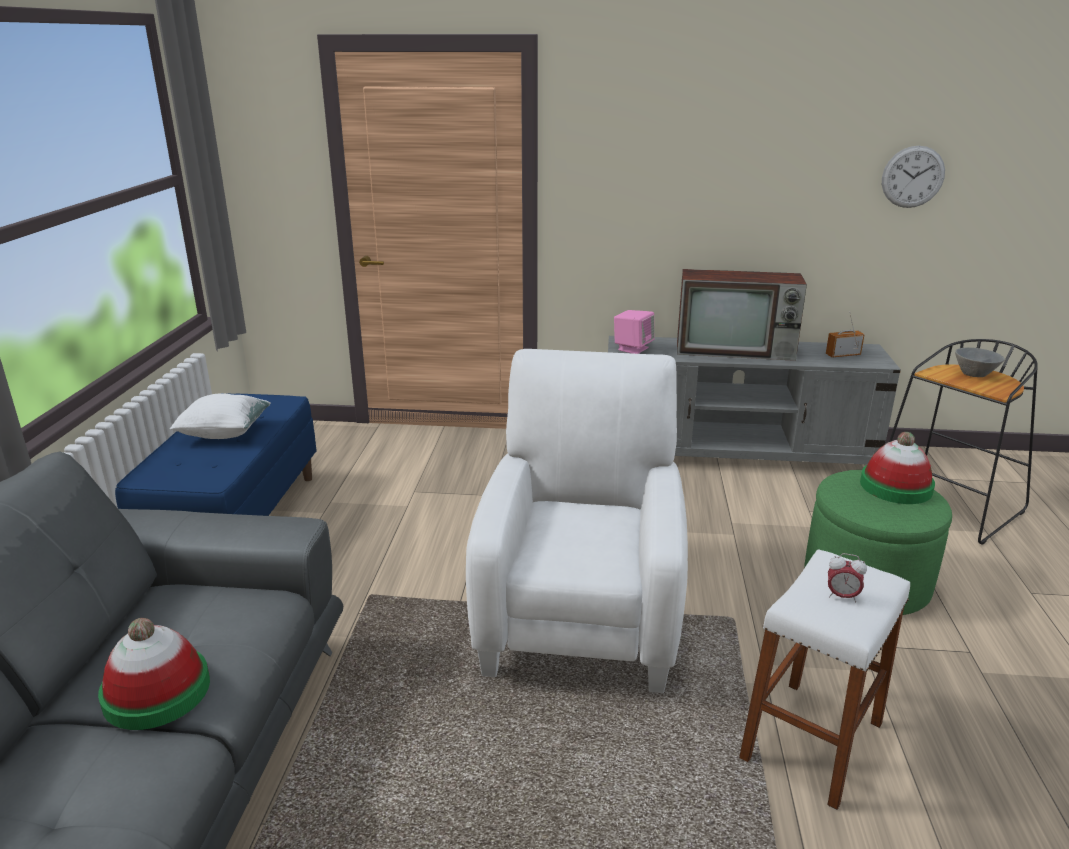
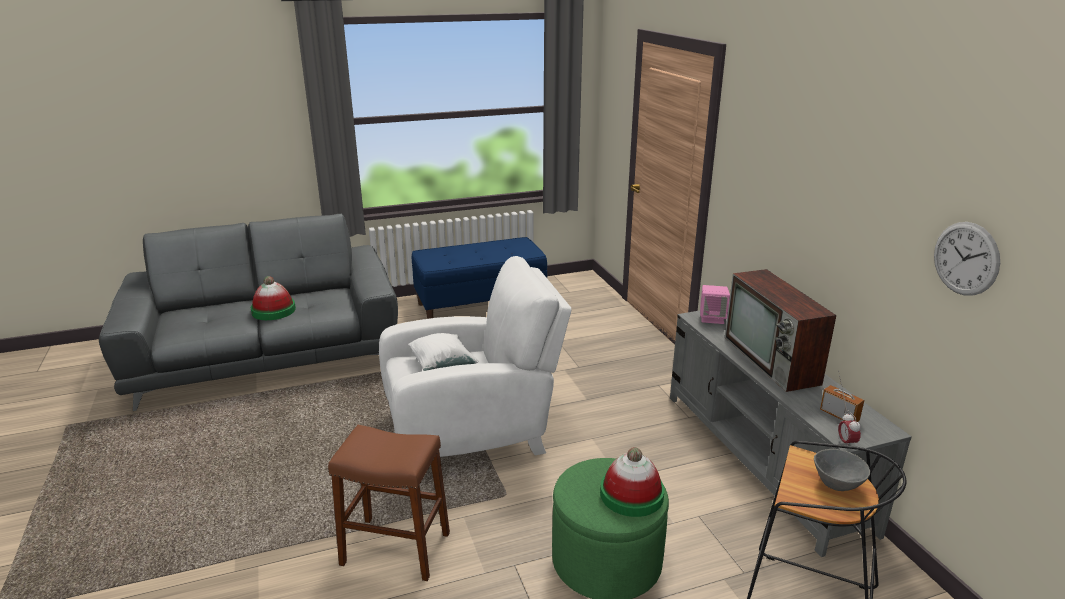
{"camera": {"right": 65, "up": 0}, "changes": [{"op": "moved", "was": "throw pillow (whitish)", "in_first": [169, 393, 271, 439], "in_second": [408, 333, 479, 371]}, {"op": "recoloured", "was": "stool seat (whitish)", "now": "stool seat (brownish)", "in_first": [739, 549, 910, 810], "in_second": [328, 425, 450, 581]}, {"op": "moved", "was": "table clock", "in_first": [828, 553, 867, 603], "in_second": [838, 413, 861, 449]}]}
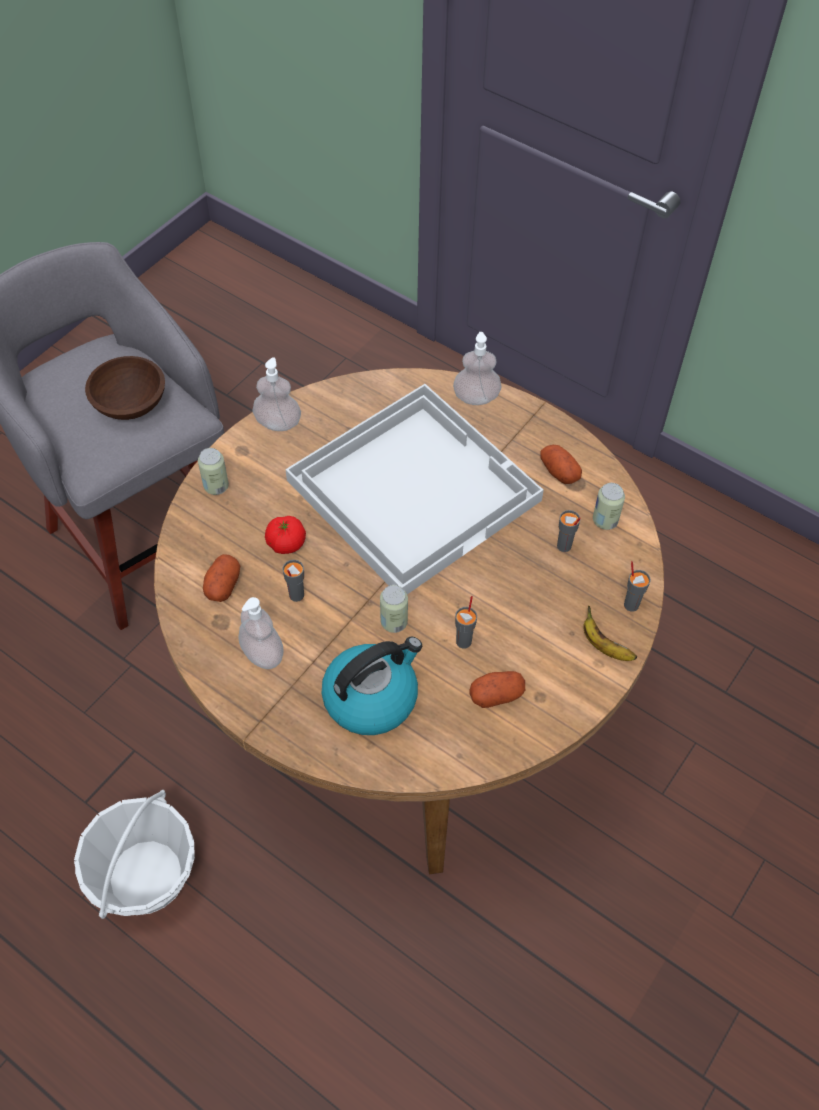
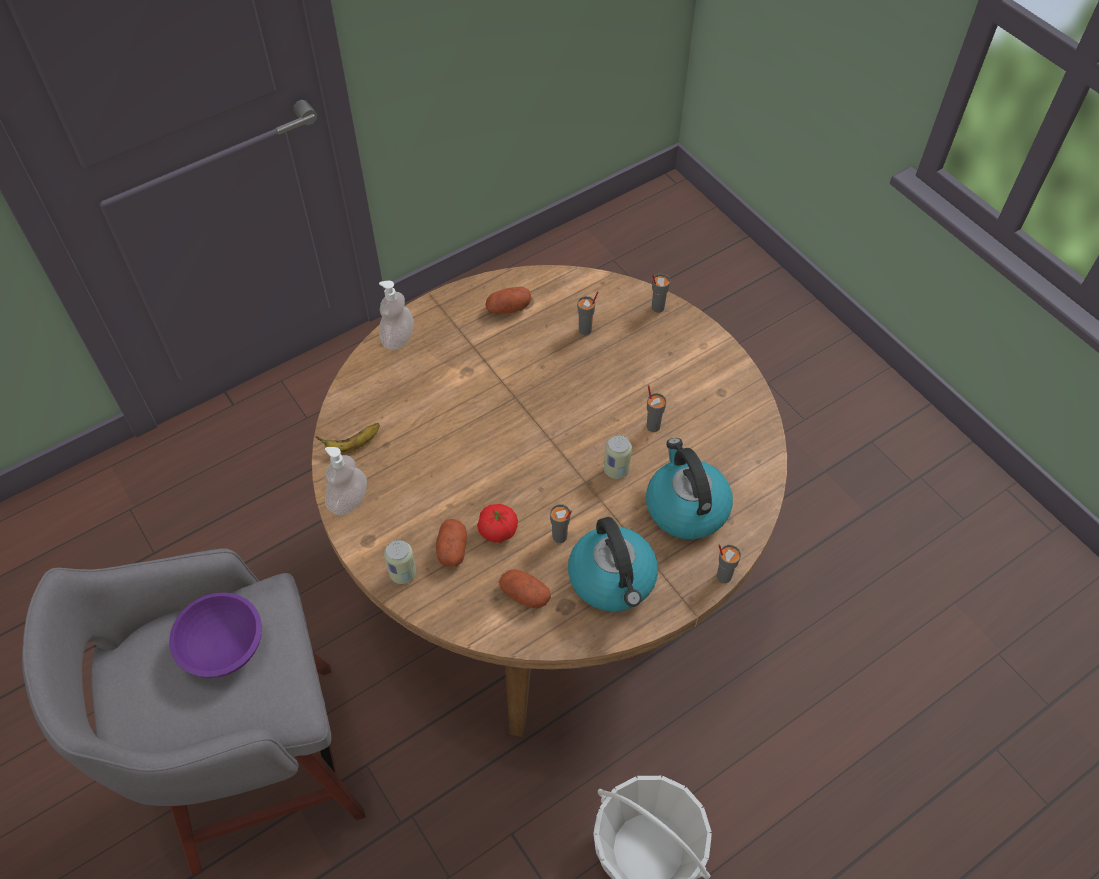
{"camera": {"right": -70, "up": 0}, "changes": [{"op": "recoloured", "was": "serving bowl (brownish)", "now": "serving bowl (purple-coloured)", "in_first": [85, 356, 165, 420], "in_second": [169, 592, 262, 678]}, {"op": "replaced", "was": "soap bottle", "now": "water kettle", "in_first": [238, 597, 284, 669], "in_second": [568, 517, 658, 612]}, {"op": "removed", "was": "tray (whitish)", "in_first": [285, 384, 544, 594]}, {"op": "moved", "was": "potato", "in_first": [469, 671, 525, 708], "in_second": [436, 519, 467, 567]}, {"op": "moved", "was": "banana fruit", "in_first": [583, 605, 637, 661], "in_second": [316, 423, 380, 454]}, {"op": "removed", "was": "sealed can", "in_first": [593, 483, 625, 530]}, {"op": "added", "now": "drinking cup (grey)", "in_second": [717, 544, 741, 583]}]}
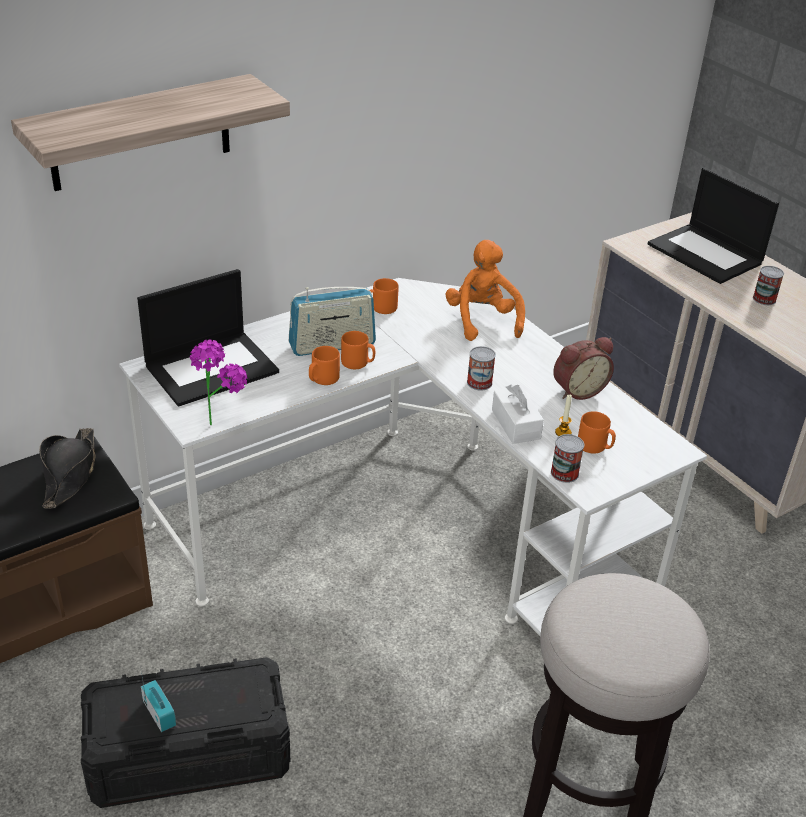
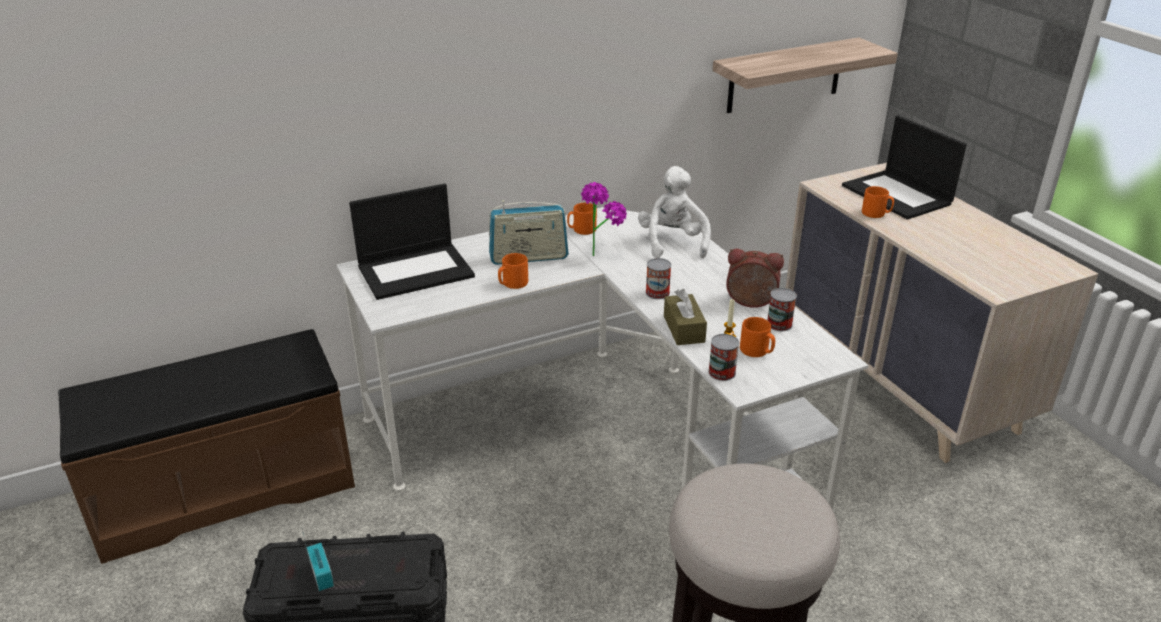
{"camera": {"right": 10, "up": -5}, "changes": [{"op": "moved", "was": "bracket shelf", "in_first": [11, 74, 290, 191], "in_second": [713, 37, 898, 113]}, {"op": "removed", "was": "hat (black-coloured)", "in_first": [39, 428, 96, 509]}, {"op": "moved", "was": "houseplant", "in_first": [190, 340, 248, 425], "in_second": [581, 182, 627, 256]}, {"op": "moved", "was": "coffee mug (orange-coloured)", "in_first": [341, 331, 375, 369], "in_second": [862, 186, 894, 218]}, {"op": "recoloured", "was": "soft toy (orange-coloured)", "now": "soft toy (whitish)", "in_first": [445, 240, 525, 341], "in_second": [638, 166, 711, 258]}, {"op": "recoloured", "was": "box of tissues (whitish)", "now": "box of tissues (brownish)", "in_first": [492, 385, 544, 444], "in_second": [664, 289, 707, 345]}, {"op": "turned", "was": "table clock", "in_first": [553, 337, 614, 400], "in_second": [726, 249, 784, 308], "clockwise": -150}, {"op": "moved", "was": "sealed can", "in_first": [753, 266, 784, 305], "in_second": [767, 288, 797, 331]}]}
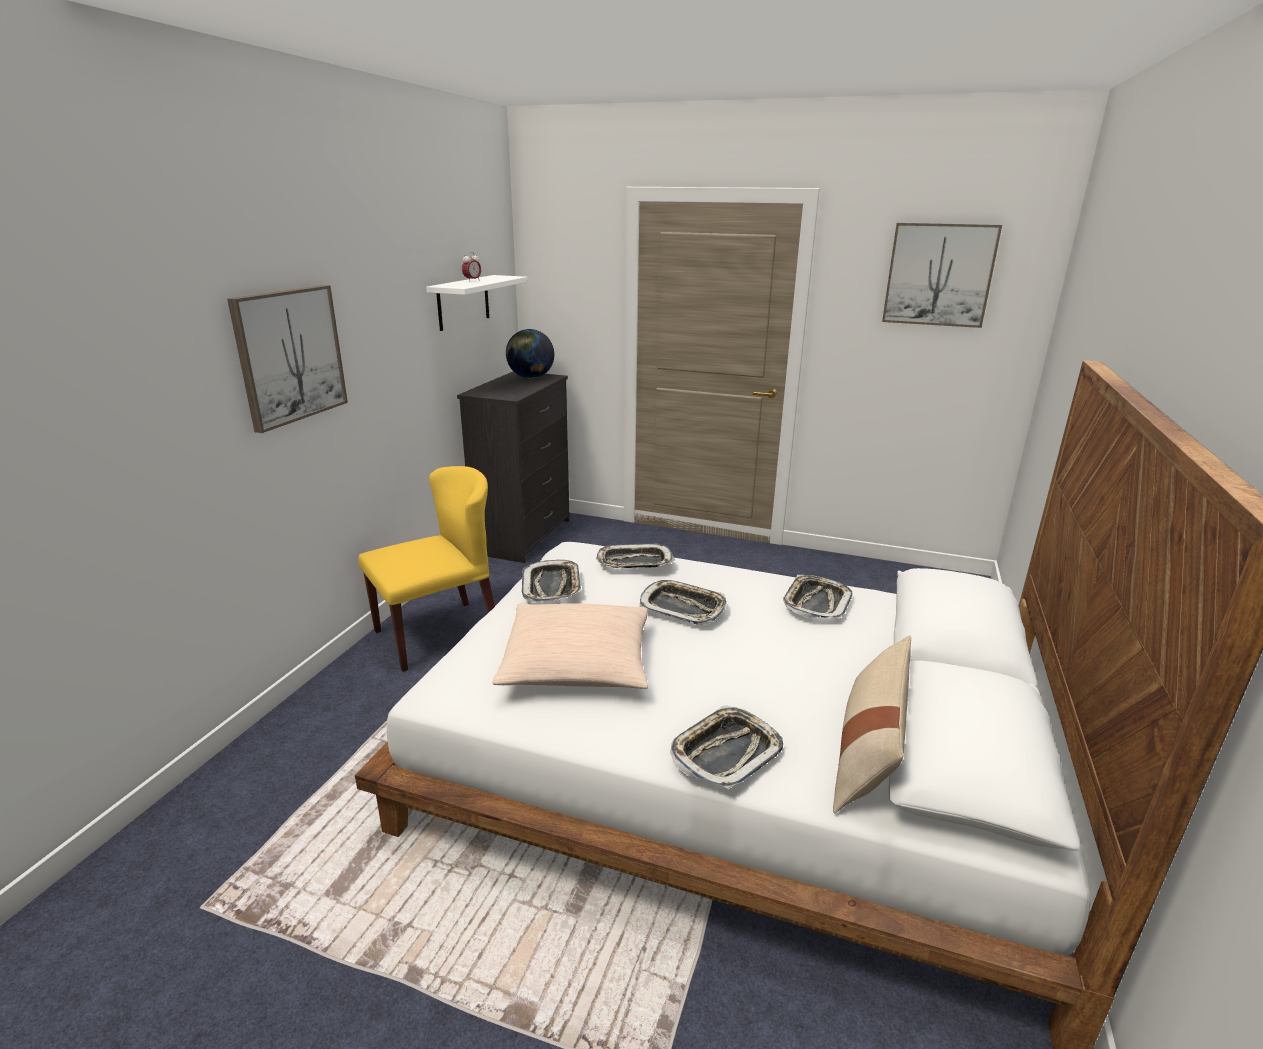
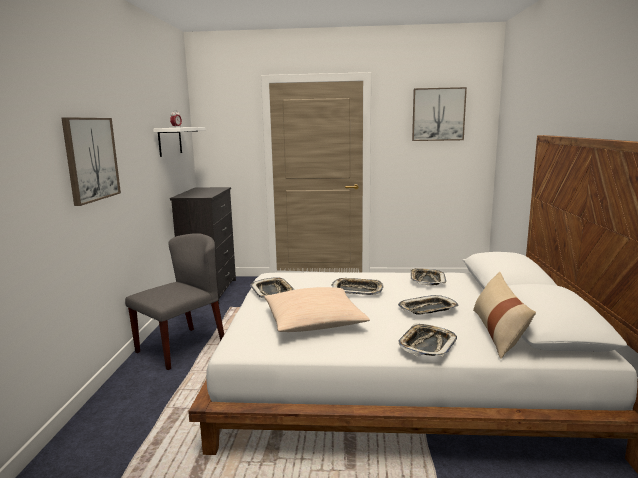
{"camera": {"right": -15, "up": -10}, "changes": [{"op": "recoloured", "was": "upright chair (yellow-coloured)", "now": "upright chair (grey)", "in_first": [358, 466, 495, 672], "in_second": [125, 233, 224, 370]}, {"op": "removed", "was": "globe", "in_first": [506, 329, 554, 378]}, {"op": "moved", "was": "tray", "in_first": [596, 543, 675, 568], "in_second": [398, 295, 459, 314]}]}
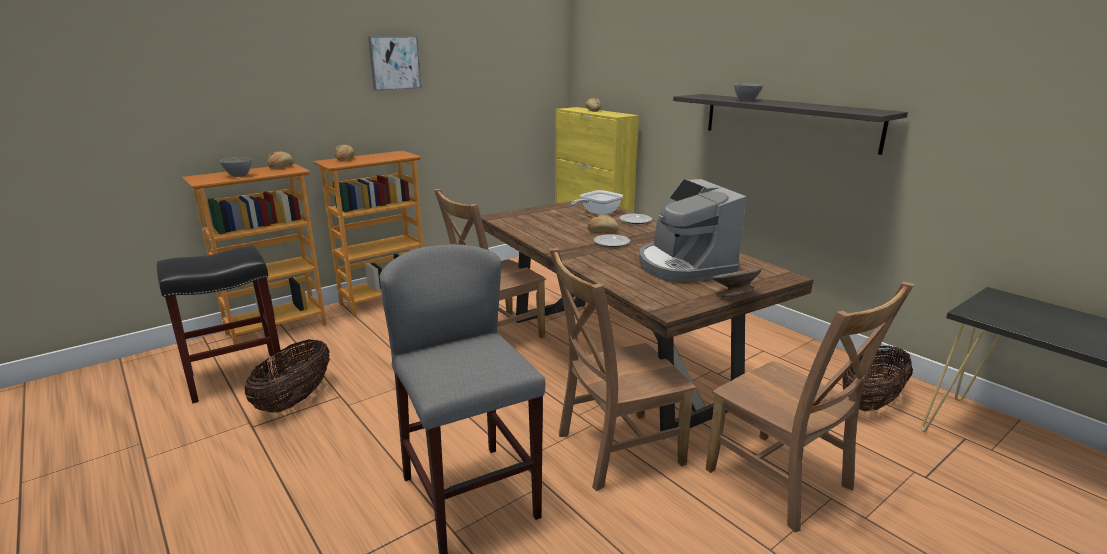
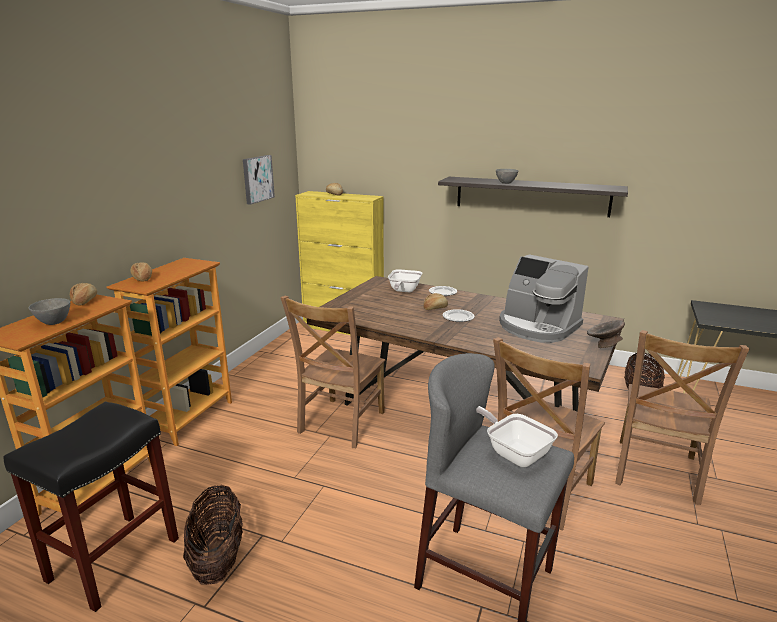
{"camera": {"right": -30, "up": 0}, "changes": [{"op": "moved", "was": "wall picture", "in_first": [368, 36, 422, 91], "in_second": [243, 155, 275, 205]}, {"op": "turned", "was": "upright chair (brownish)", "in_first": [706, 282, 915, 532], "in_second": [615, 330, 749, 505], "clockwise": 90}, {"op": "added", "now": "skillet", "in_second": [476, 406, 558, 467]}]}
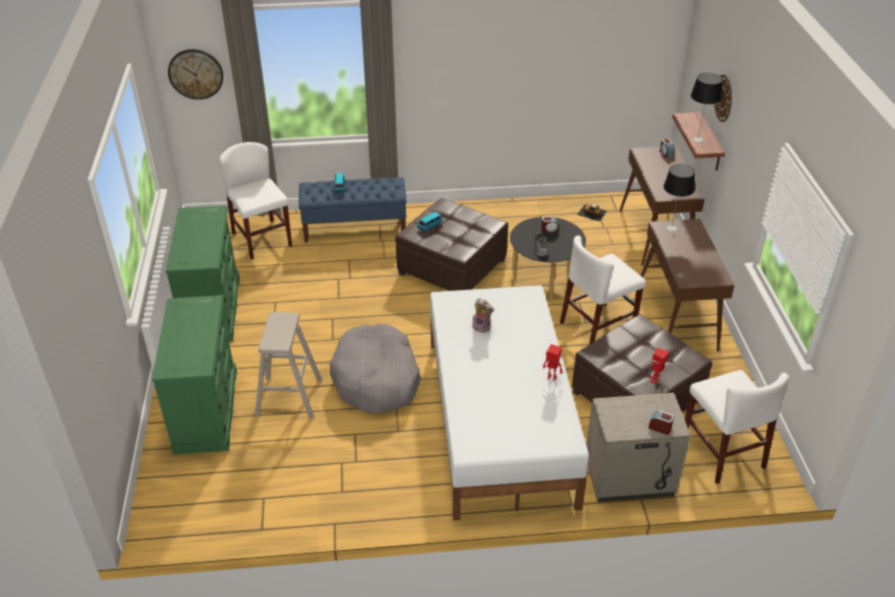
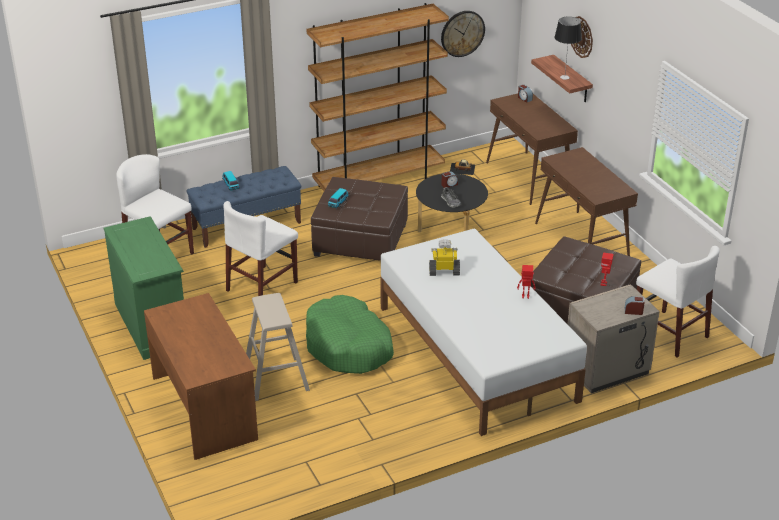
{"camera": {"right": -20, "up": -5}, "changes": [{"op": "replaced", "was": "dresser (greenish)", "now": "desk unit (brownish)", "in_first": [152, 295, 237, 455], "in_second": [144, 293, 258, 460]}, {"op": "moved", "was": "clock on the wall", "in_first": [168, 49, 223, 100], "in_second": [441, 11, 485, 57]}, {"op": "recoloured", "was": "dog bed (grey)", "now": "dog bed (greenish)", "in_first": [330, 323, 421, 413], "in_second": [306, 295, 394, 374]}, {"op": "replaced", "was": "soft toy", "now": "model robot", "in_first": [472, 298, 494, 333], "in_second": [429, 239, 460, 276]}, {"op": "moved", "was": "upright chair (whitish)", "in_first": [560, 235, 646, 345], "in_second": [223, 201, 298, 296]}, {"op": "removed", "was": "table lamp", "in_first": [664, 164, 695, 231]}, {"op": "added", "now": "shelving unit (brownish)", "in_second": [307, 3, 449, 191]}]}
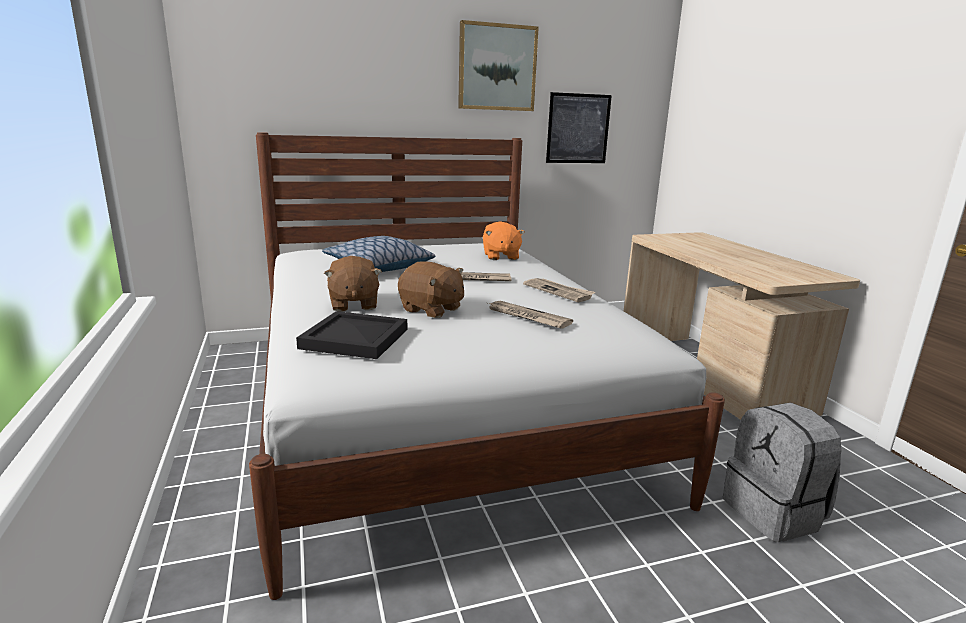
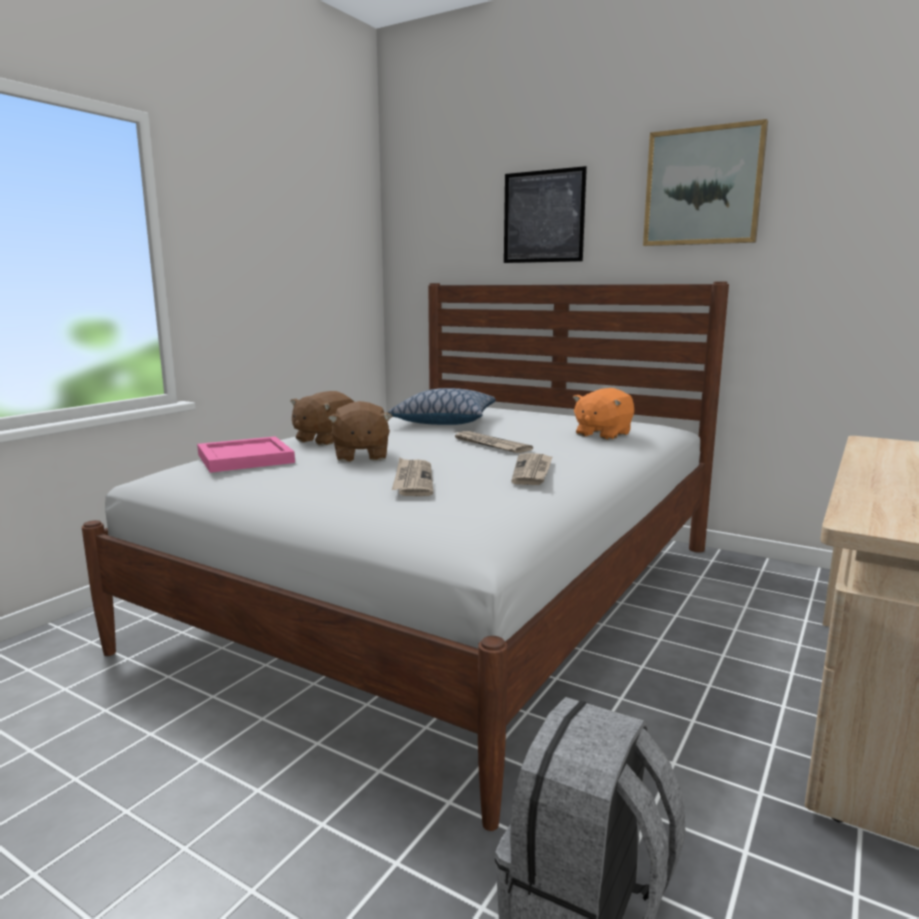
{"camera": {"right": 50, "up": -5}, "changes": [{"op": "recoloured", "was": "tray (black-coloured)", "now": "tray (pink)", "in_first": [296, 311, 407, 359], "in_second": [197, 436, 295, 473]}, {"op": "moved", "was": "wall picture", "in_first": [546, 92, 612, 163], "in_second": [504, 166, 587, 263]}]}
